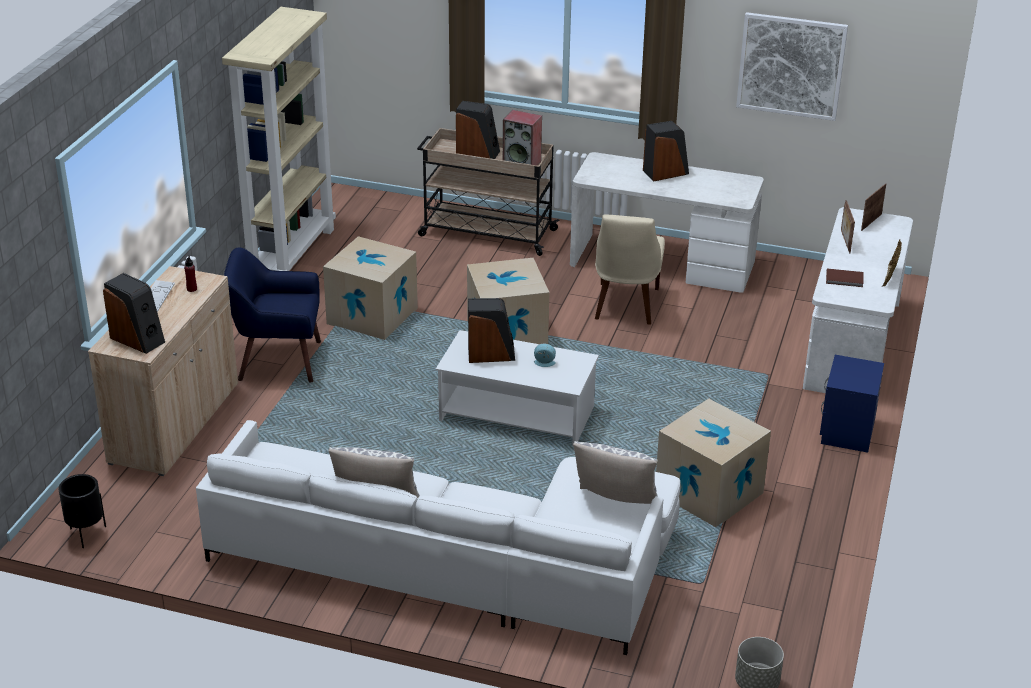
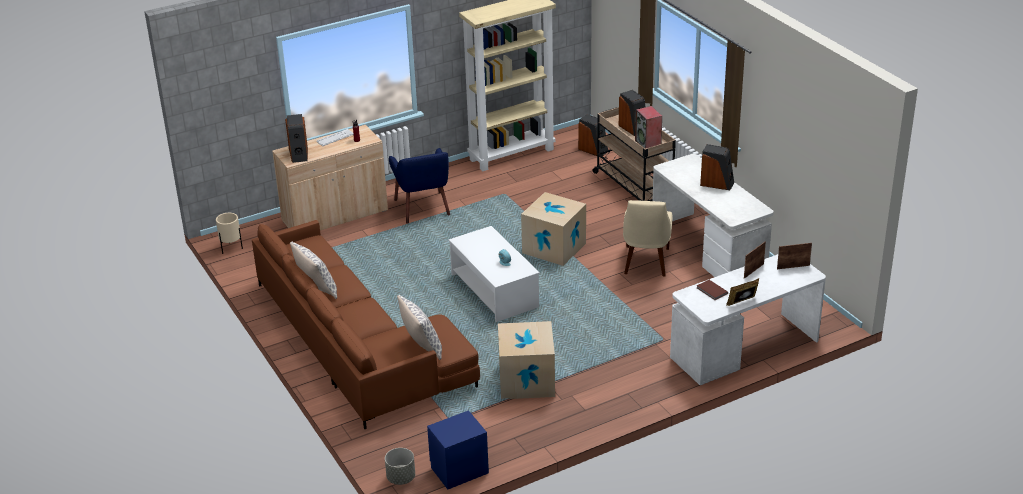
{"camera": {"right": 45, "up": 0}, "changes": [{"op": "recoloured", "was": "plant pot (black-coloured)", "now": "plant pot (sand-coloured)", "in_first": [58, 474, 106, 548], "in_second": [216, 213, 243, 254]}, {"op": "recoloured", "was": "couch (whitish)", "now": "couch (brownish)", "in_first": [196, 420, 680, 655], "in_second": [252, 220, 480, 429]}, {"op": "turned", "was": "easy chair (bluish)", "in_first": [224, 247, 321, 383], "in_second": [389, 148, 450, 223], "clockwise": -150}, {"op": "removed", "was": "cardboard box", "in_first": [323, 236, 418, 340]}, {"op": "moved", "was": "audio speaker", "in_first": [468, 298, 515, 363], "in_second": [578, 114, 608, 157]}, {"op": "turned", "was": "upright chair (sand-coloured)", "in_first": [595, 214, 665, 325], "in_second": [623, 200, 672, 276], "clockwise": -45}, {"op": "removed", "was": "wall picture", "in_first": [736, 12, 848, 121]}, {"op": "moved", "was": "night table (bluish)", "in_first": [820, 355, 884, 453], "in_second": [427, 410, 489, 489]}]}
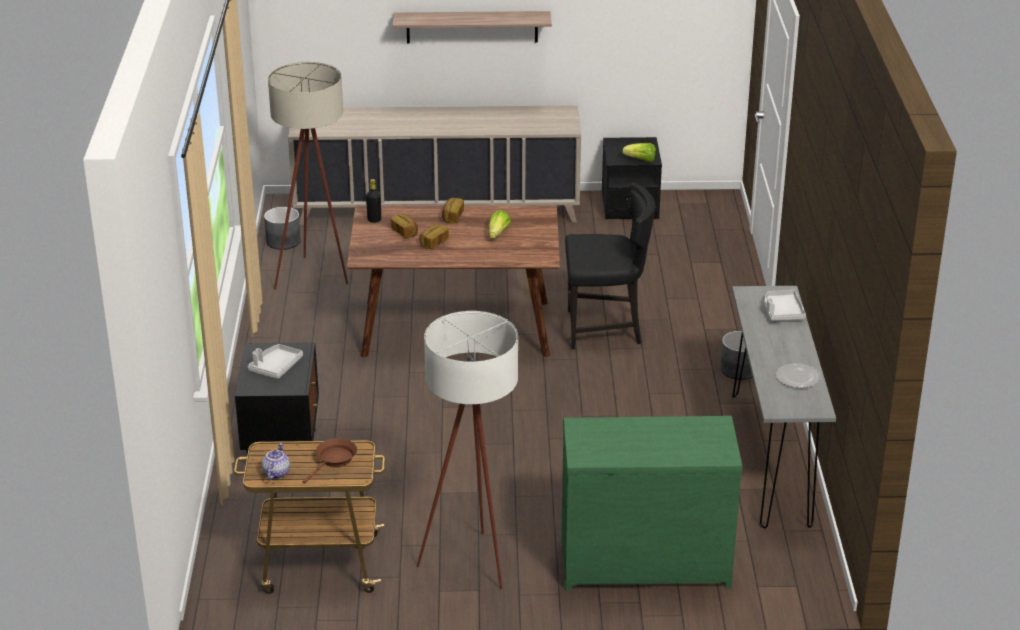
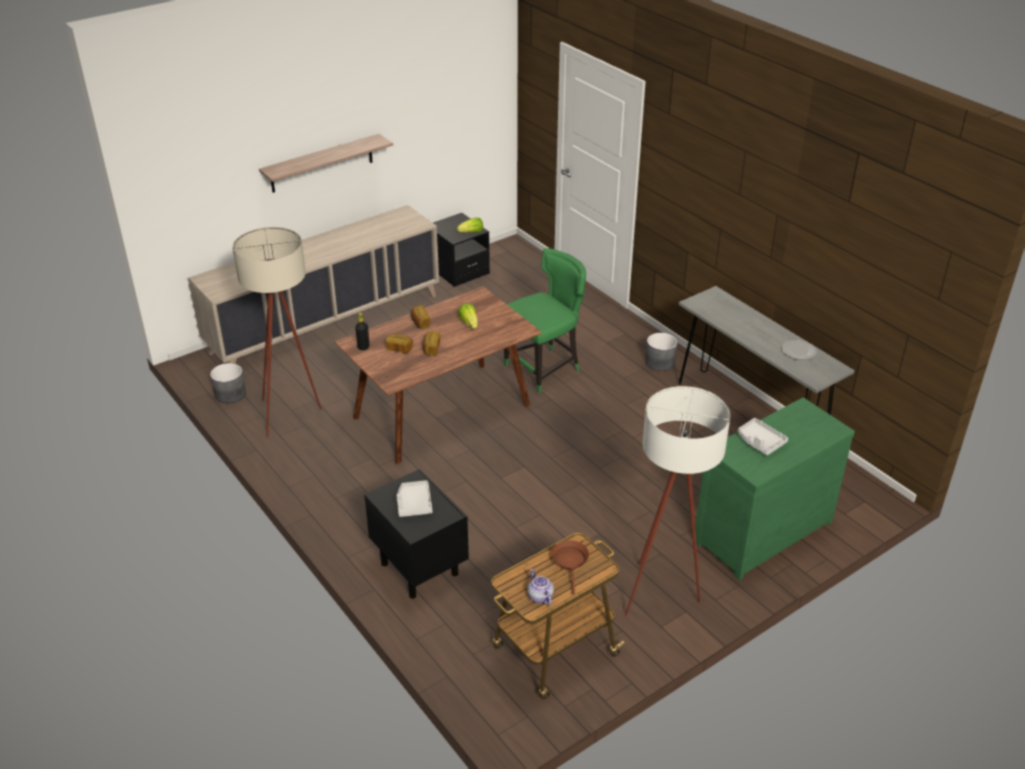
{"camera": {"right": -35, "up": 5}, "changes": [{"op": "recoloured", "was": "upright chair (black-coloured)", "now": "upright chair (greenish)", "in_first": [565, 182, 656, 349], "in_second": [504, 248, 586, 393]}, {"op": "moved", "was": "tray (grey)", "in_first": [765, 290, 806, 321], "in_second": [738, 418, 788, 455]}]}
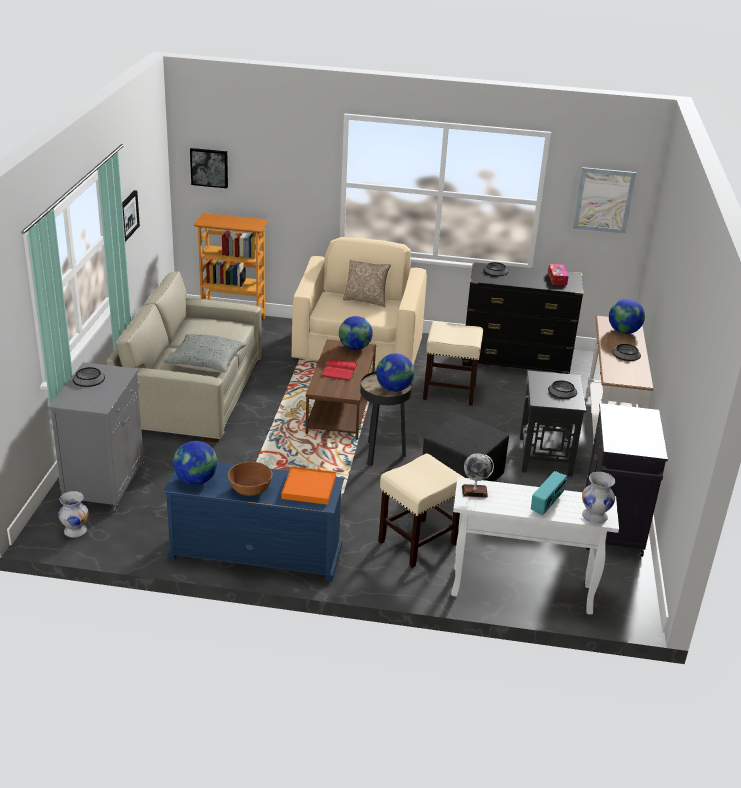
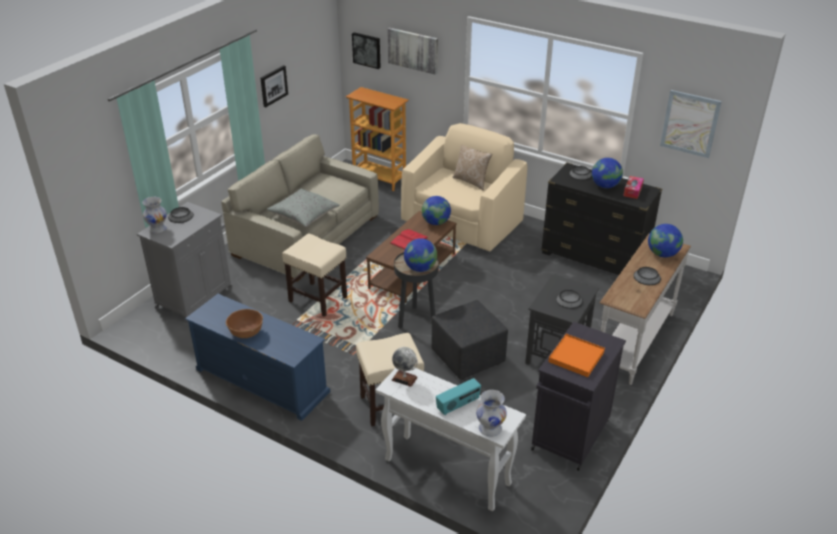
{"camera": {"right": 25, "up": 5}, "changes": [{"op": "moved", "was": "vase (whitish)", "in_first": [58, 491, 89, 538], "in_second": [143, 197, 167, 233]}, {"op": "moved", "was": "globe", "in_first": [173, 441, 218, 485], "in_second": [592, 158, 623, 188]}, {"op": "moved", "was": "tray (orange-coloured)", "in_first": [282, 466, 336, 505], "in_second": [548, 334, 605, 377]}, {"op": "moved", "was": "stool seat (sand-coloured)", "in_first": [423, 322, 483, 406], "in_second": [282, 234, 347, 317]}, {"op": "added", "now": "wall picture", "in_second": [387, 28, 438, 75]}]}
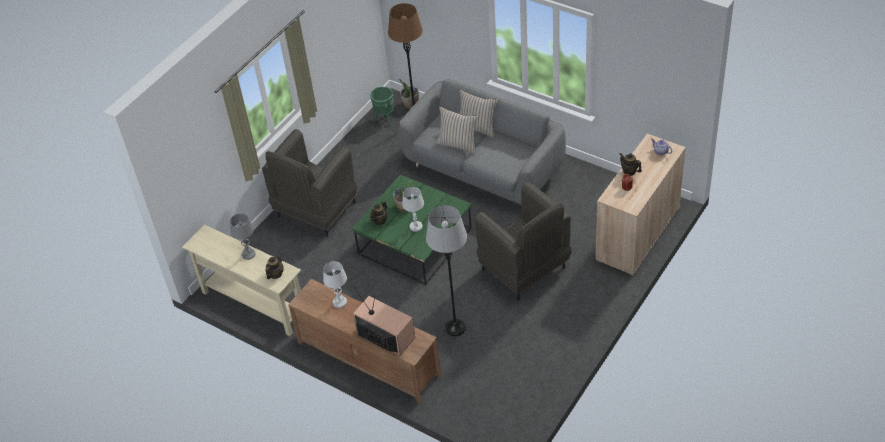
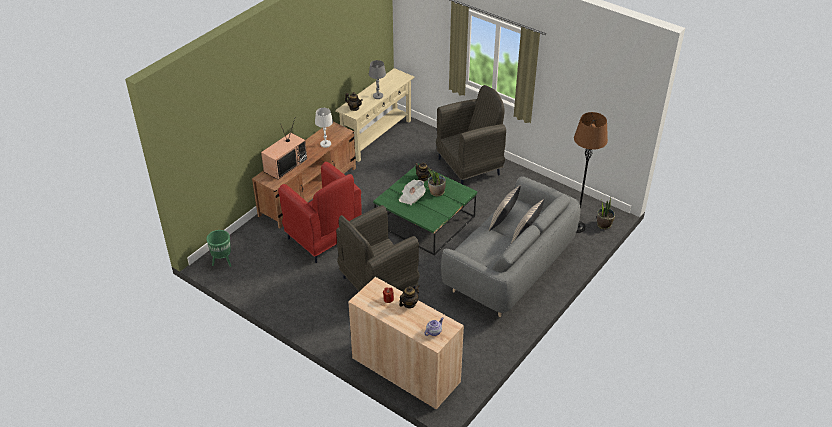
{"camera": {"right": 90, "up": -5}, "changes": [{"op": "turned", "was": "easy chair (grey)", "in_first": [262, 129, 357, 237], "in_second": [436, 85, 506, 184], "clockwise": 120}, {"op": "moved", "was": "plant pot (greenish)", "in_first": [370, 87, 394, 126], "in_second": [206, 230, 231, 267]}, {"op": "replaced", "was": "table lamp (whitish)", "now": "newspaper", "in_first": [402, 187, 424, 232], "in_second": [399, 180, 426, 205]}, {"op": "replaced", "was": "floor lamp (grey)", "now": "easy chair (reddish)", "in_first": [426, 206, 467, 336], "in_second": [278, 162, 362, 263]}]}
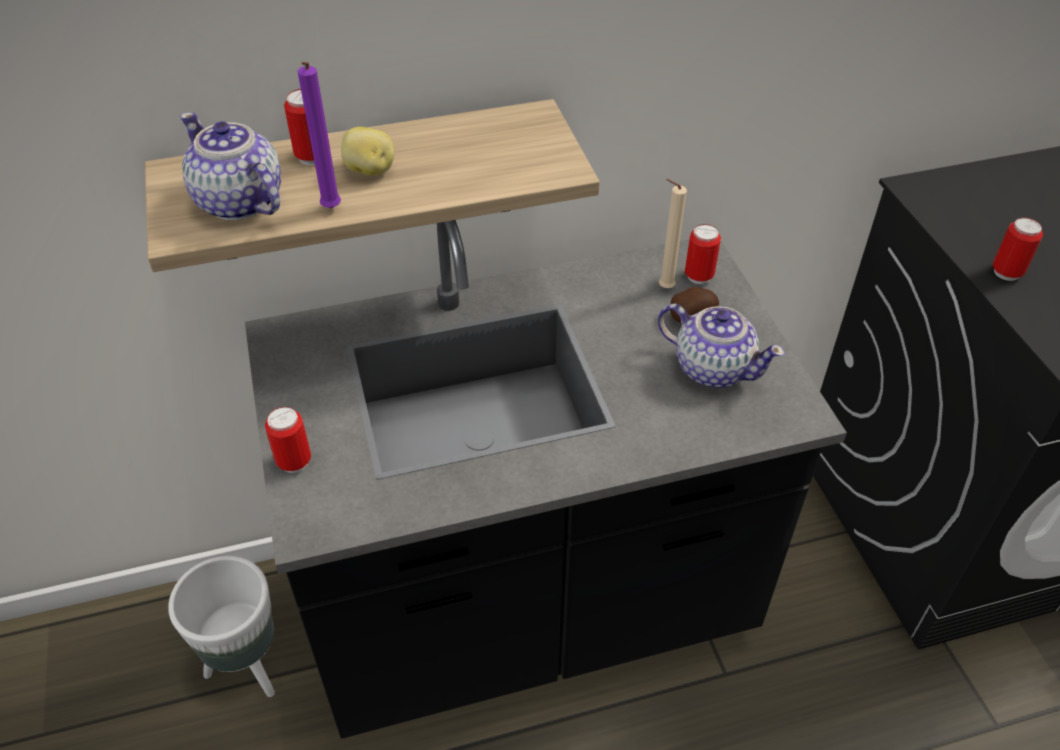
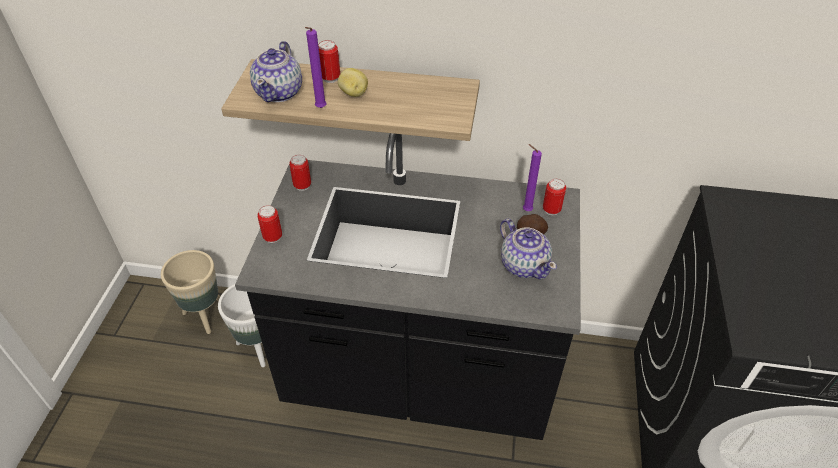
{"camera": {"right": 25, "up": 0}, "changes": [{"op": "turned", "was": "teapot", "in_first": [180, 112, 281, 220], "in_second": [250, 41, 302, 102], "clockwise": -150}, {"op": "recoloured", "was": "candle (sand-coloured)", "now": "candle (purple-coloured)", "in_first": [659, 179, 687, 288], "in_second": [523, 144, 542, 211]}, {"op": "moved", "was": "sealed can", "in_first": [993, 217, 1043, 281], "in_second": [289, 155, 311, 191]}, {"op": "added", "now": "plant pot (sand-coloured)", "in_second": [161, 250, 220, 334]}]}
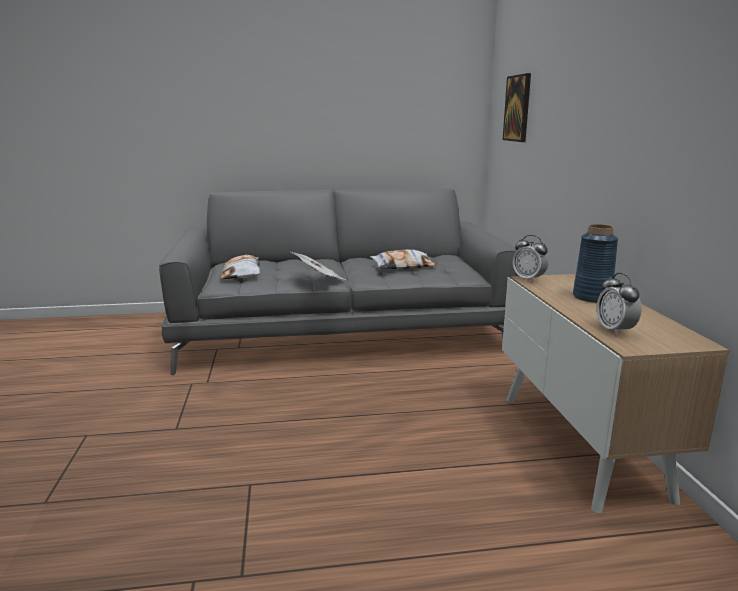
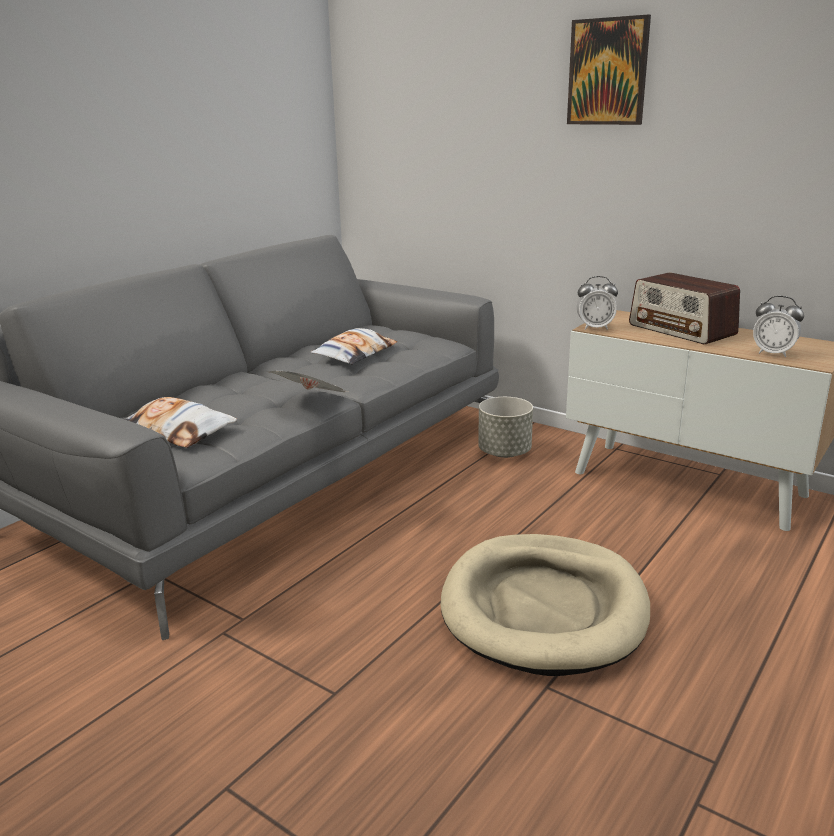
{"camera": {"right": -45, "up": 5}, "changes": [{"op": "moved", "was": "wall picture", "in_first": [503, 73, 531, 142], "in_second": [567, 14, 651, 125]}, {"op": "replaced", "was": "vase (bluish)", "now": "radio set", "in_first": [573, 224, 618, 303], "in_second": [629, 272, 740, 344]}, {"op": "added", "now": "dog bed (sand-coloured)", "in_second": [441, 534, 650, 676]}, {"op": "added", "now": "plant pot (grey)", "in_second": [478, 397, 533, 458]}]}
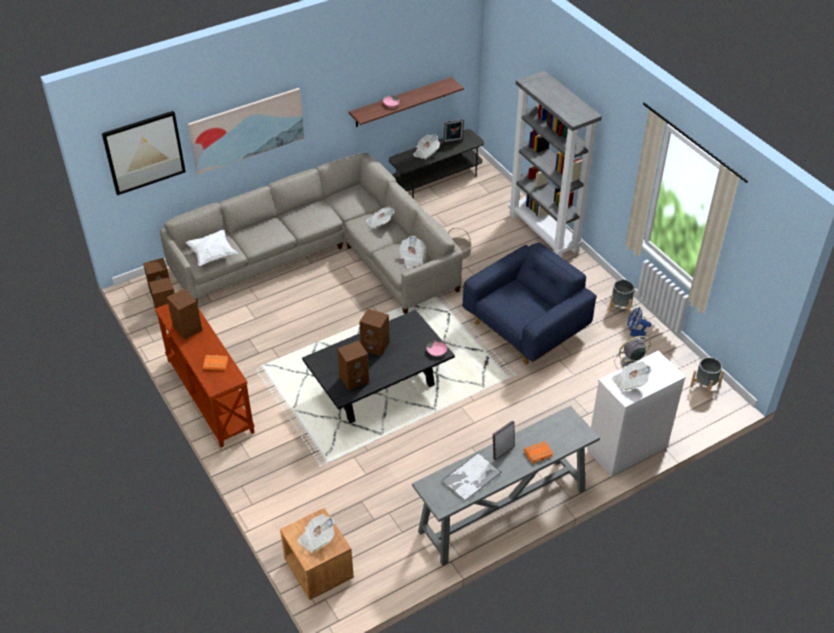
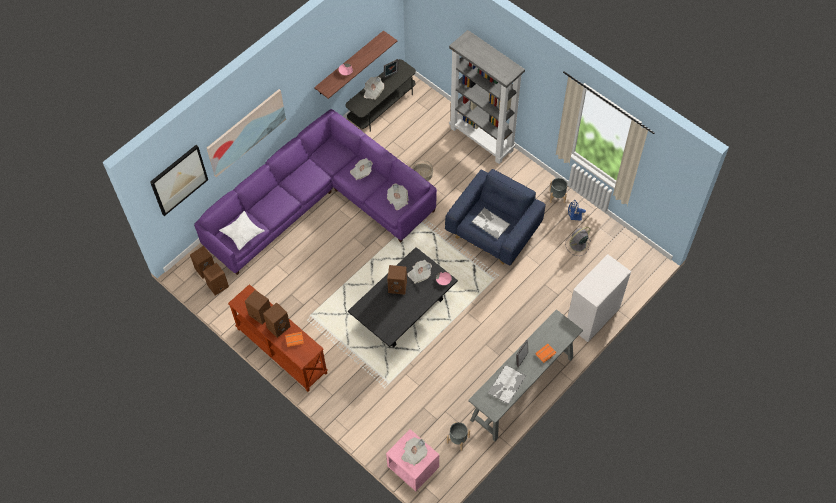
{"camera": {"right": -15, "up": 15}, "changes": [{"op": "recoloured", "was": "couch (grey)", "now": "couch (purple-coloured)", "in_first": [160, 153, 463, 314], "in_second": [194, 109, 437, 275]}, {"op": "recoloured", "was": "night table (brownish)", "now": "night table (pink)", "in_first": [280, 508, 354, 600], "in_second": [386, 429, 439, 491]}, {"op": "moved", "was": "audio speaker (brownish)", "in_first": [337, 341, 369, 390], "in_second": [263, 302, 291, 338]}, {"op": "moved", "was": "newspaper", "in_first": [612, 361, 652, 391], "in_second": [407, 260, 432, 284]}, {"op": "moved", "was": "plant pot (grey)", "in_first": [690, 357, 724, 398], "in_second": [447, 422, 470, 451]}, {"op": "added", "now": "tray", "in_second": [471, 208, 510, 239]}]}
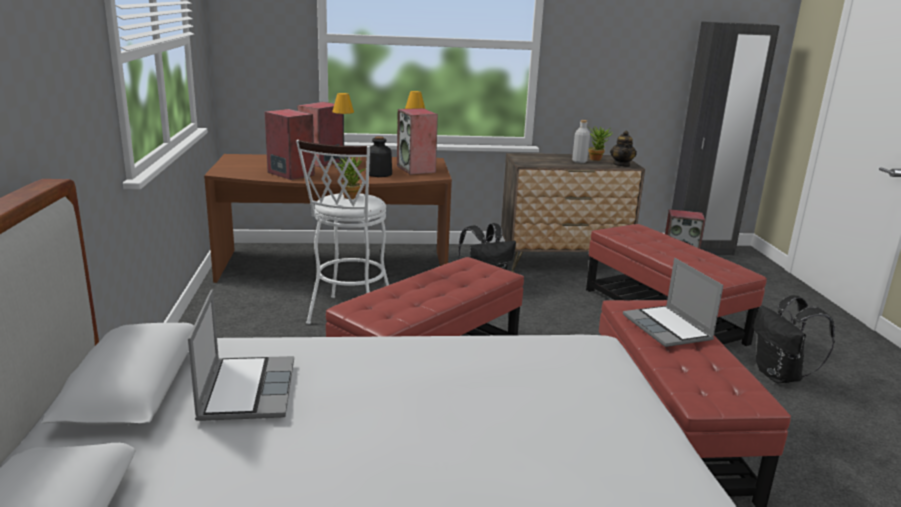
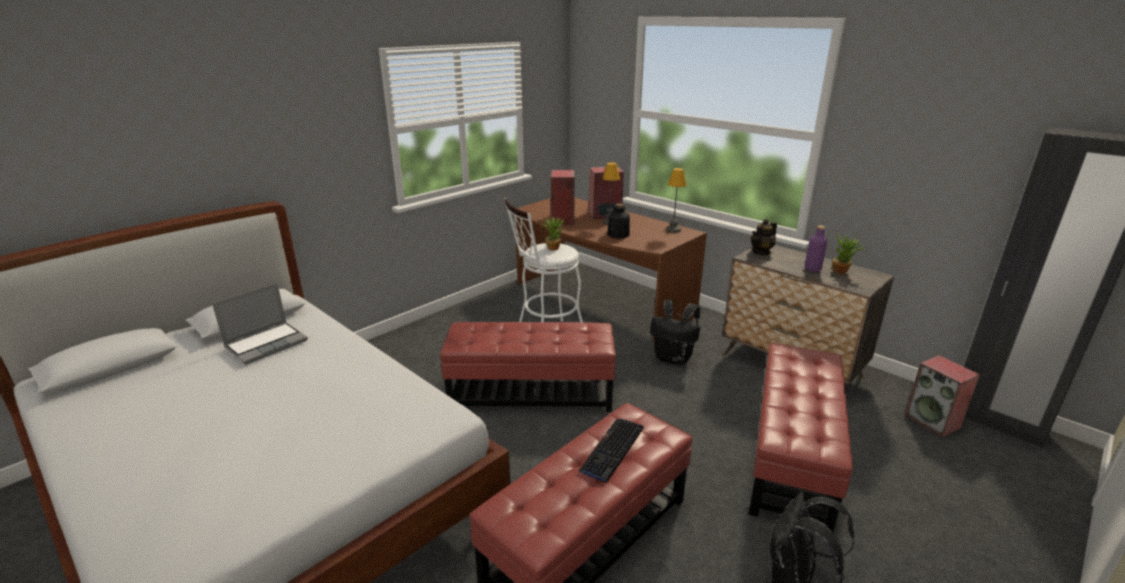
{"camera": {"right": 50, "up": 5}, "changes": [{"op": "removed", "was": "audio speaker", "in_first": [397, 108, 438, 175]}, {"op": "recoloured", "was": "bottle (grey)", "now": "bottle (purple-coloured)", "in_first": [572, 120, 590, 163], "in_second": [805, 226, 827, 272]}, {"op": "moved", "was": "teapot", "in_first": [610, 131, 637, 167], "in_second": [751, 219, 777, 255]}, {"op": "replaced", "was": "portable computer", "now": "computer keyboard", "in_first": [623, 258, 723, 347], "in_second": [578, 419, 644, 483]}]}
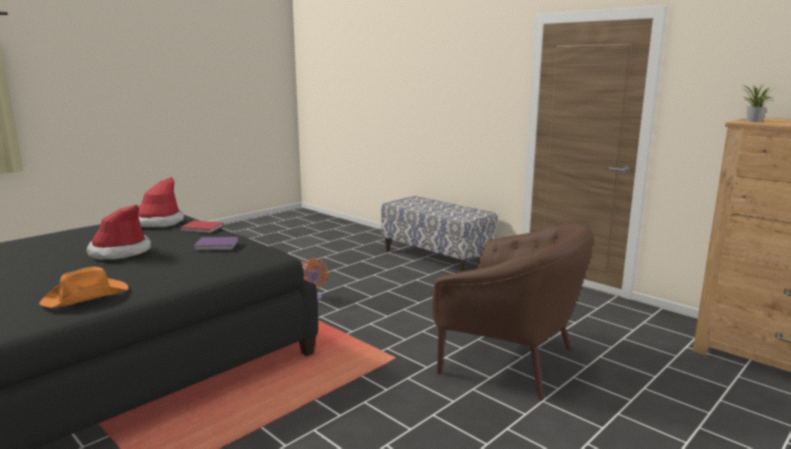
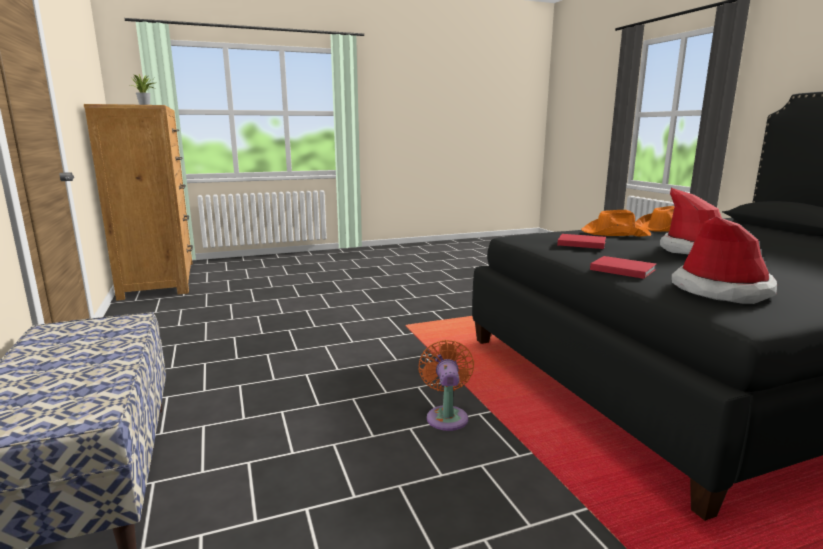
{"camera": {"right": -155, "up": 0}, "changes": [{"op": "recoloured", "was": "volume (purple-coloured)", "now": "volume (reddish)", "in_first": [194, 237, 239, 251], "in_second": [557, 234, 606, 249]}, {"op": "removed", "was": "easy chair (brownish)", "in_first": [432, 223, 593, 401]}, {"op": "added", "now": "hat (orange-coloured)", "in_second": [581, 210, 651, 236]}]}
